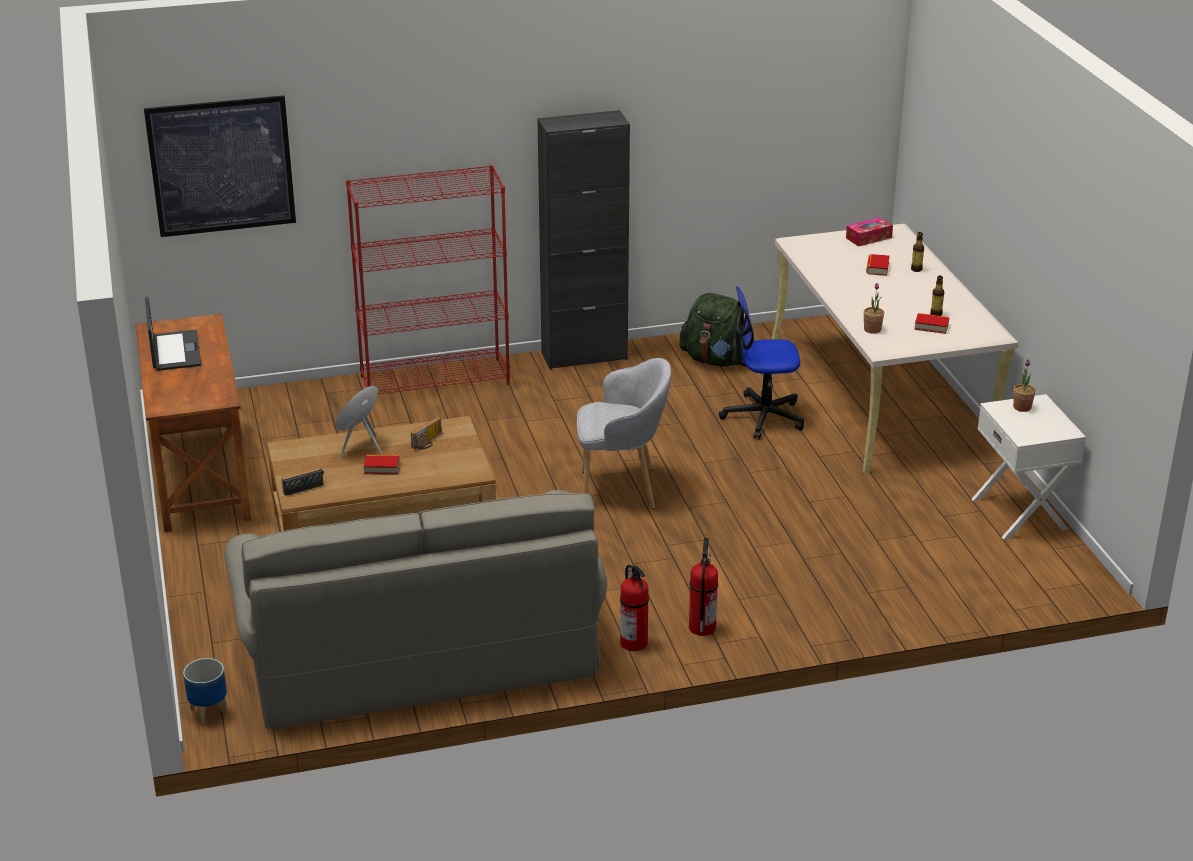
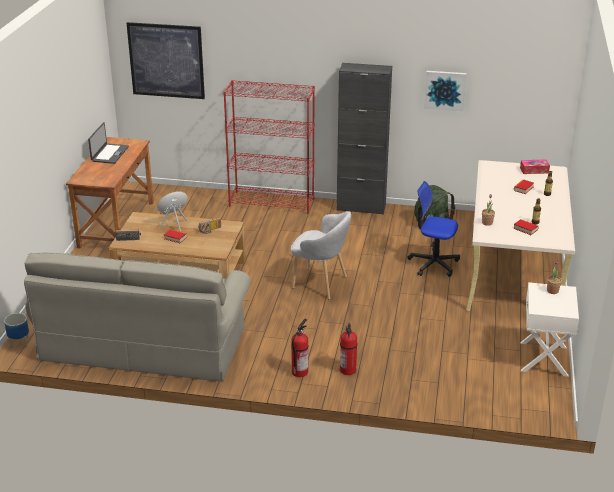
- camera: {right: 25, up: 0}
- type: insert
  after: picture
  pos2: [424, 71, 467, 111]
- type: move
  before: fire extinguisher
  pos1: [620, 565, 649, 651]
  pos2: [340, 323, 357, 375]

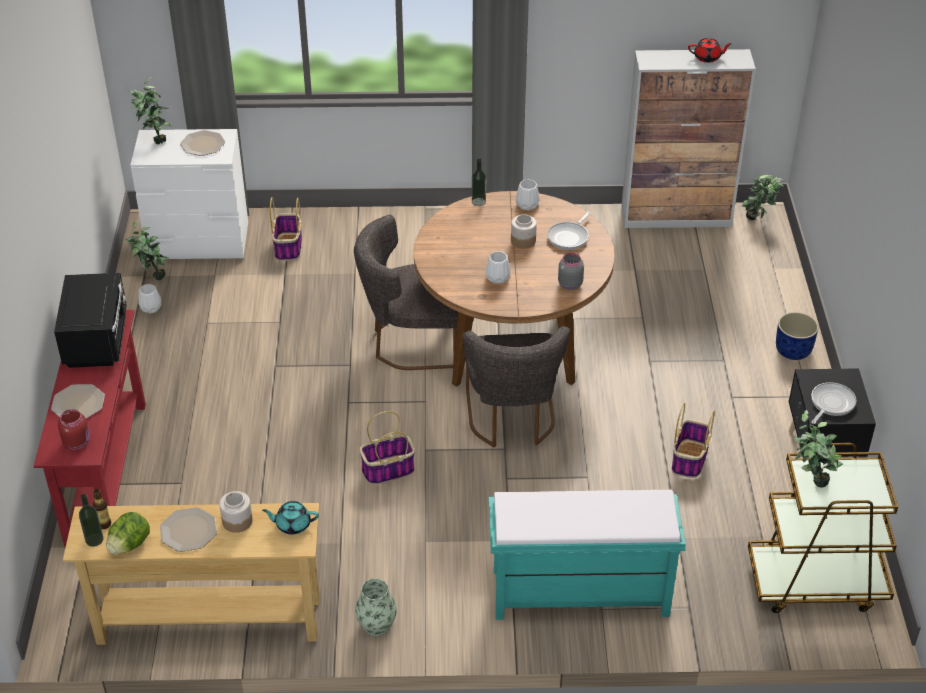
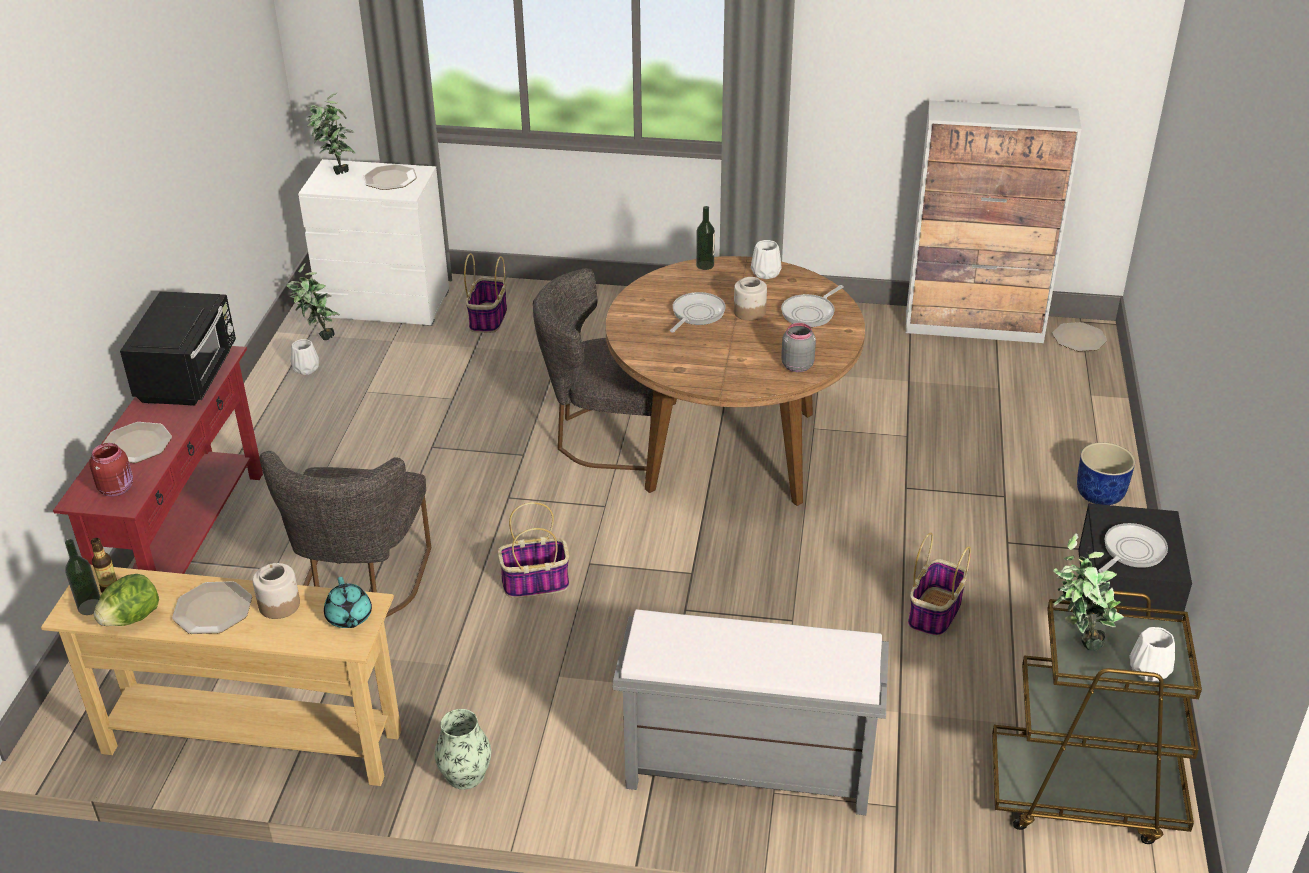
- camera: {right: 10, up: -5}
- type: delete
  before: red teapot
  pos1: [688, 38, 732, 63]
- type: insert
  after: frying pan
  pos2: [670, 292, 726, 333]
- type: move
  before: grey chair
  pos1: [463, 326, 570, 448]
  pos2: [260, 451, 431, 618]
- type: move
  before: white vase
  pos1: [486, 251, 511, 284]
  pos2: [1130, 627, 1175, 682]
- type: replace
  before: potted plant
  after: plate
  pos1: [742, 174, 784, 220]
  pos2: [1053, 322, 1107, 351]
- type: recolor
  before: turquoise bench
  after: grey bench
  pos1: [489, 490, 686, 620]
  pos2: [613, 609, 889, 815]
- type: rotate
  before: turquoise teapot
  pos1: [262, 501, 319, 534]
  pos2: [324, 577, 372, 628]
  turn: -120

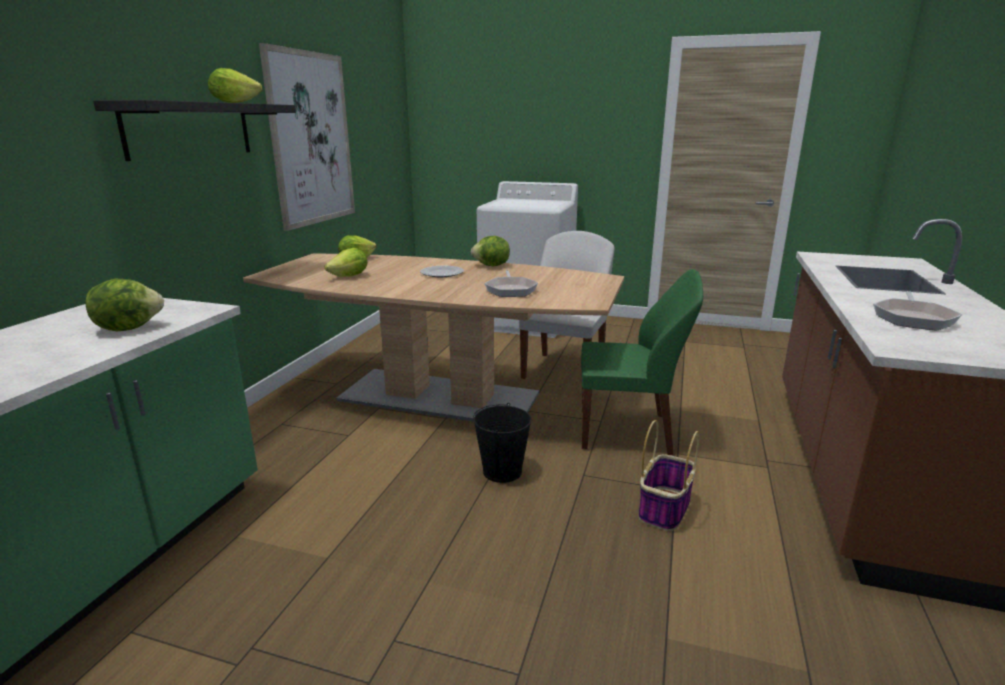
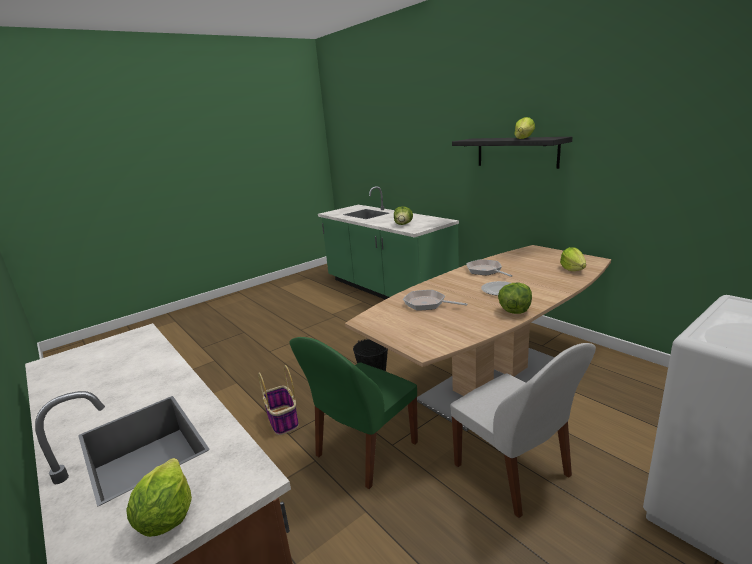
- camera: {right: 125, up: 0}
- type: delete
  before: picture
  pos1: [259, 43, 355, 231]
- type: move
  before: lettuce
  pos1: [325, 248, 367, 277]
  pos2: [126, 458, 192, 537]
- type: move
  before: frying pan
  pos1: [873, 291, 962, 331]
  pos2: [466, 259, 513, 277]

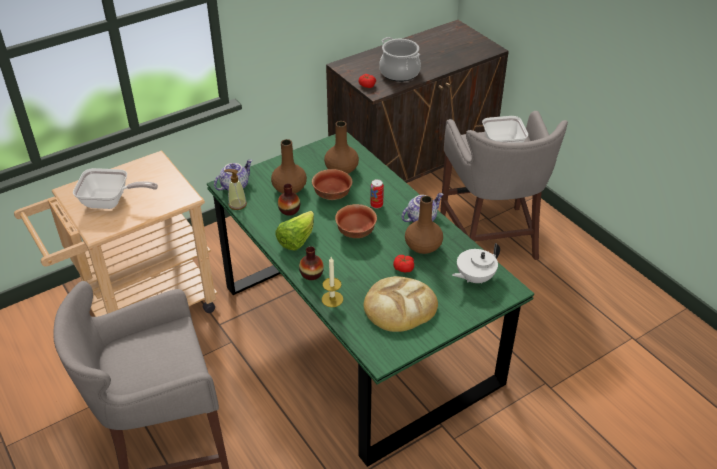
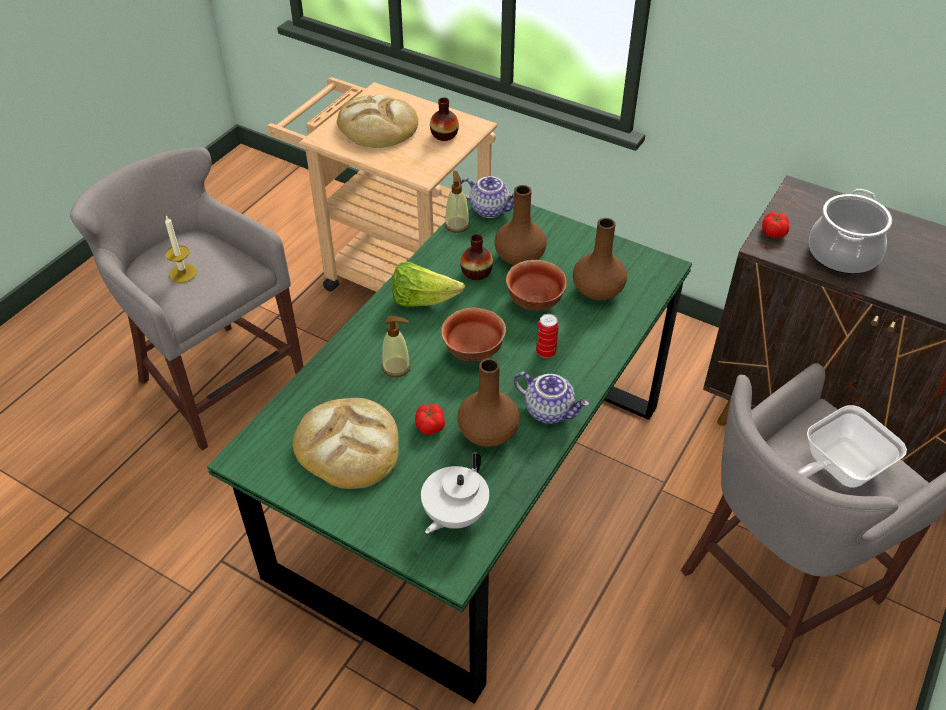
- camera: {right: 65, up: 5}
- type: insert
  after: soap dispenser
  pos2: [382, 316, 411, 377]
- type: move
  before: vase
  pos1: [299, 246, 324, 280]
  pos2: [430, 98, 459, 141]
- type: move
  before: candle
  pos1: [322, 257, 343, 307]
  pos2: [165, 215, 197, 283]
- type: replace
  before: frying pan
  after: bread
  pos1: [73, 168, 158, 209]
  pos2: [337, 95, 418, 148]
- type: rotate
  before: white teapot
  pos1: [452, 243, 500, 284]
  pos2: [421, 452, 489, 534]
  turn: -90

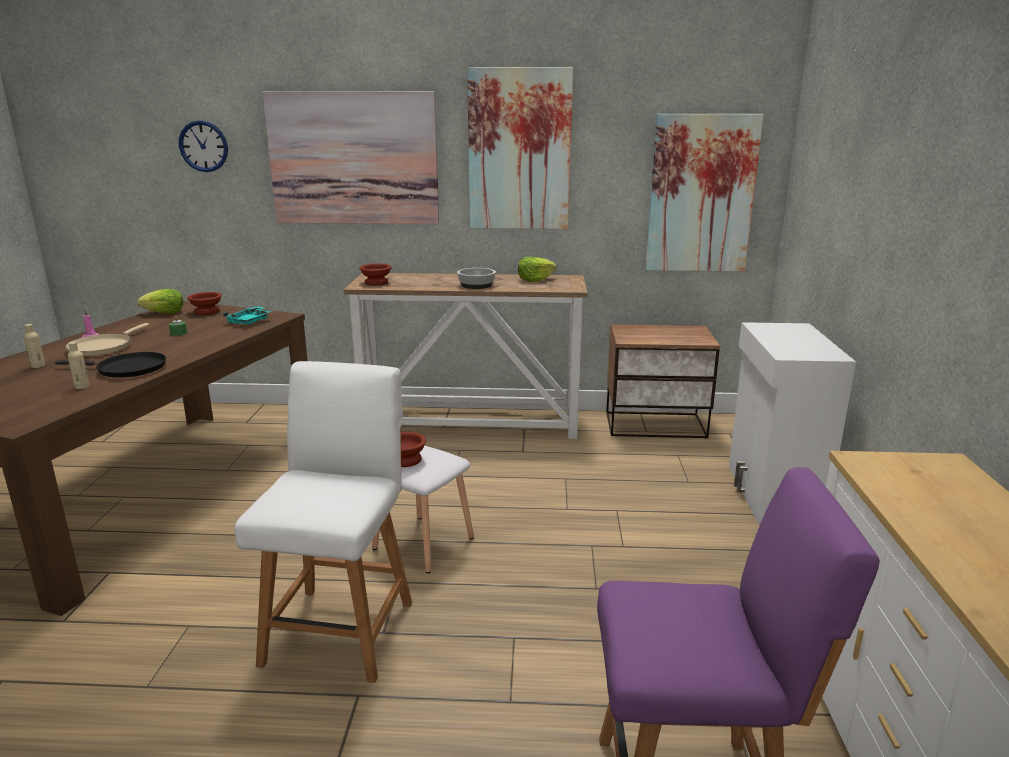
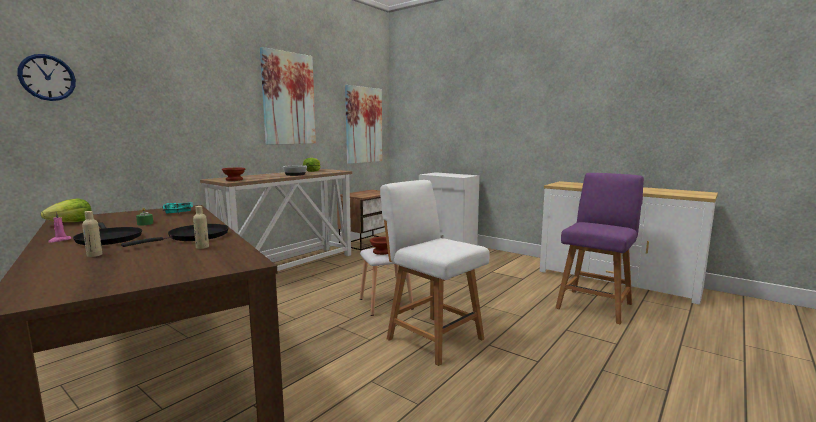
- camera: {right: -55, up: -10}
- type: delete
  before: brown bowl
  pos1: [187, 292, 222, 315]
- type: delete
  before: picture
  pos1: [262, 91, 439, 224]
- type: recolor
  before: beige frying pan
  after: black frying pan
  pos1: [65, 323, 149, 356]
  pos2: [73, 222, 142, 245]

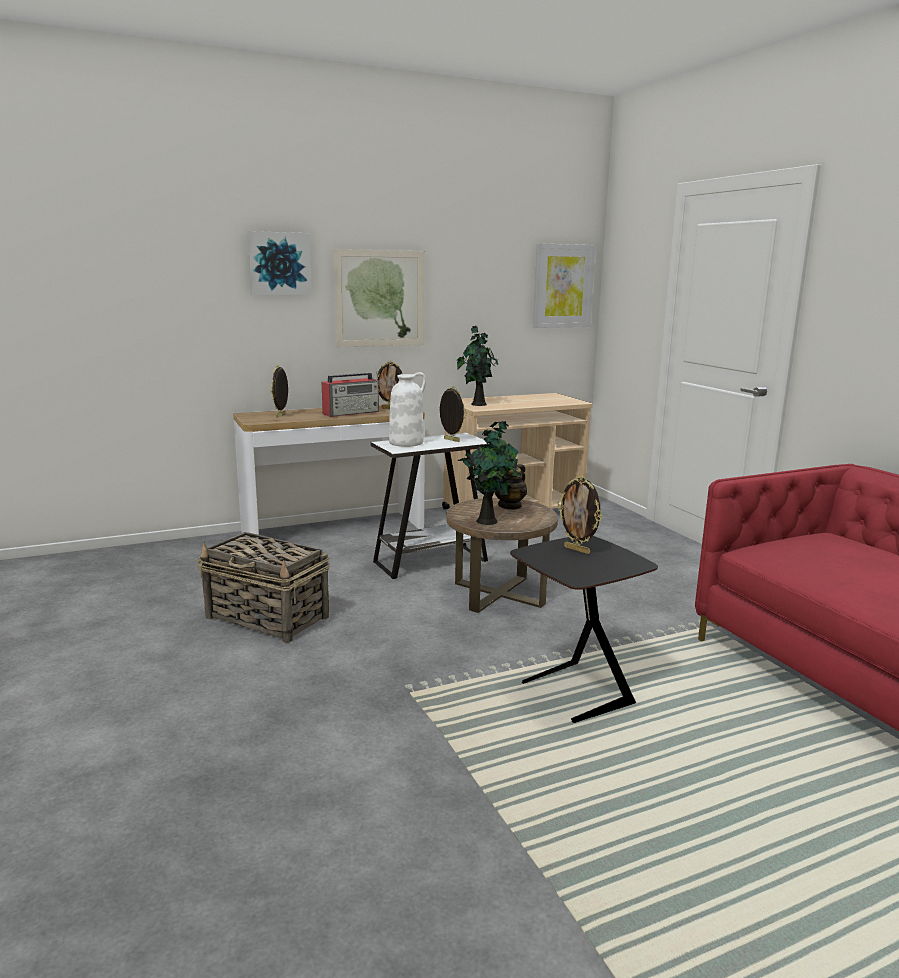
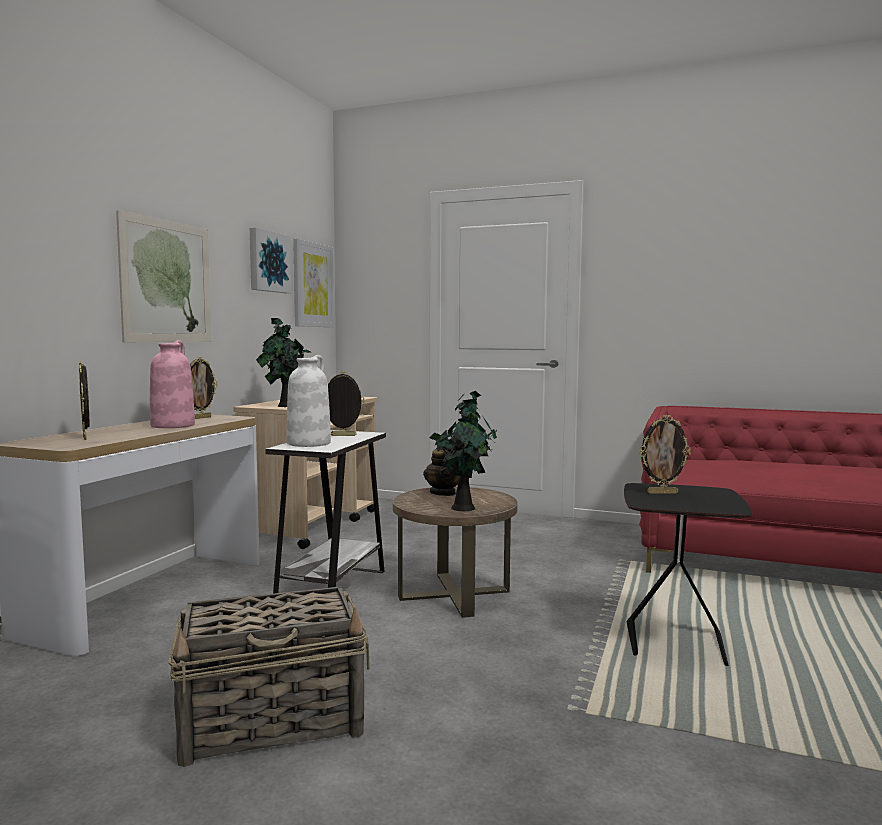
- camera: {right: -45, up: -10}
- type: move
  before: picture
  pos1: [247, 231, 312, 295]
  pos2: [250, 228, 291, 293]
- type: replace
  before: radio
  after: pink vase
  pos1: [322, 371, 379, 417]
  pos2: [150, 340, 195, 428]

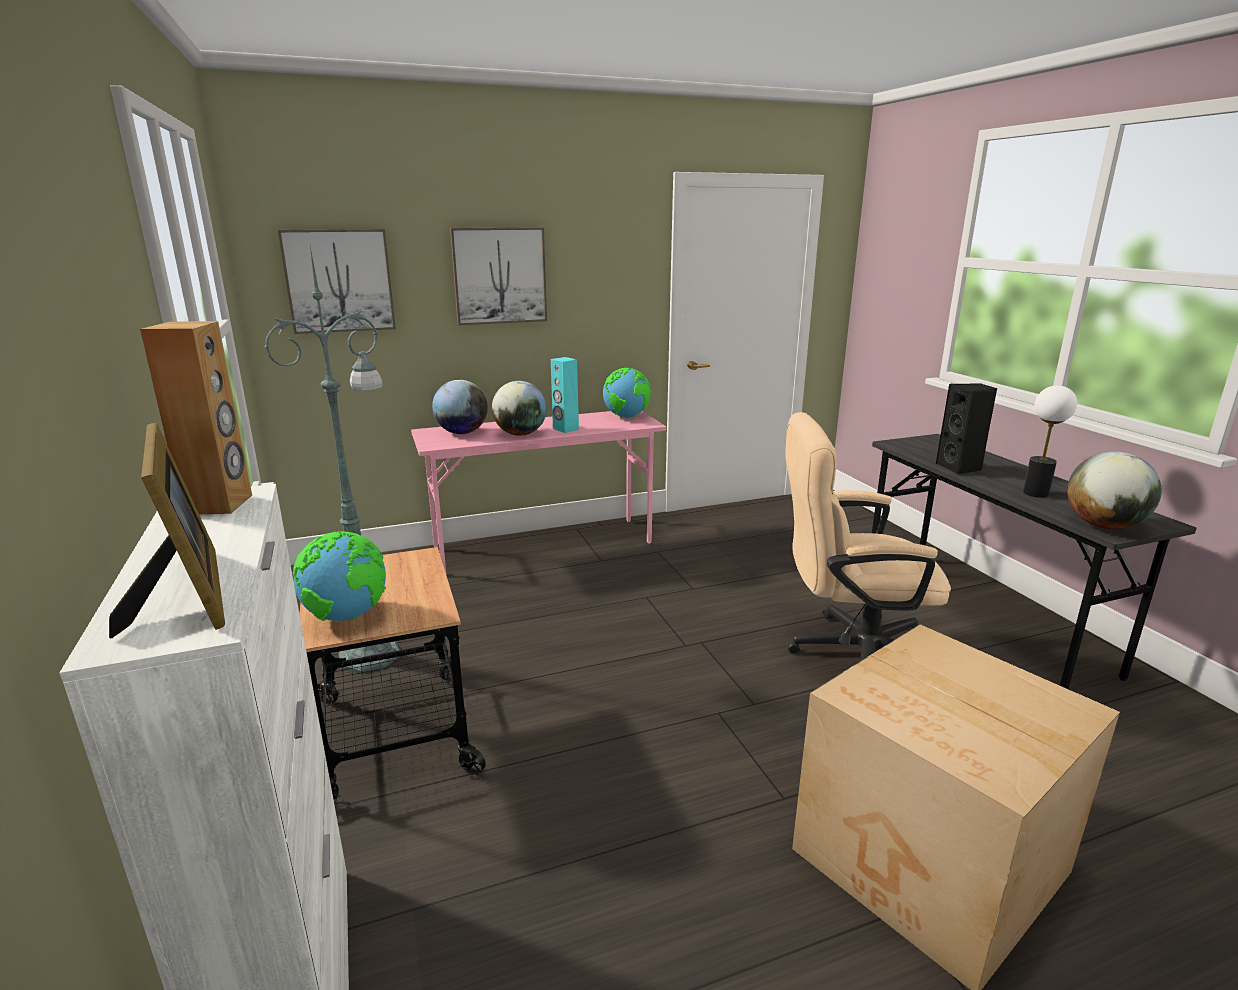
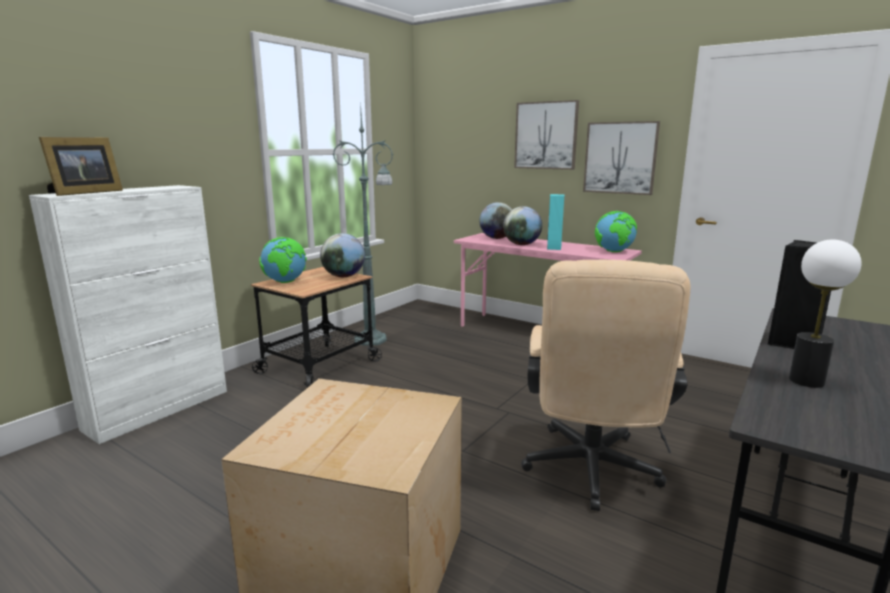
- camera: {right: 55, up: -5}
- type: delete
  before: brown speaker
  pos1: [140, 321, 252, 514]
- type: move
  before: picture
  pos1: [278, 229, 396, 334]
  pos2: [583, 121, 660, 195]
- type: move
  before: globe
  pos1: [1067, 452, 1162, 529]
  pos2: [320, 233, 365, 277]
- type: rotate
  before: beige office chair
  pos1: [785, 412, 951, 661]
  pos2: [521, 260, 691, 511]
  turn: -135

